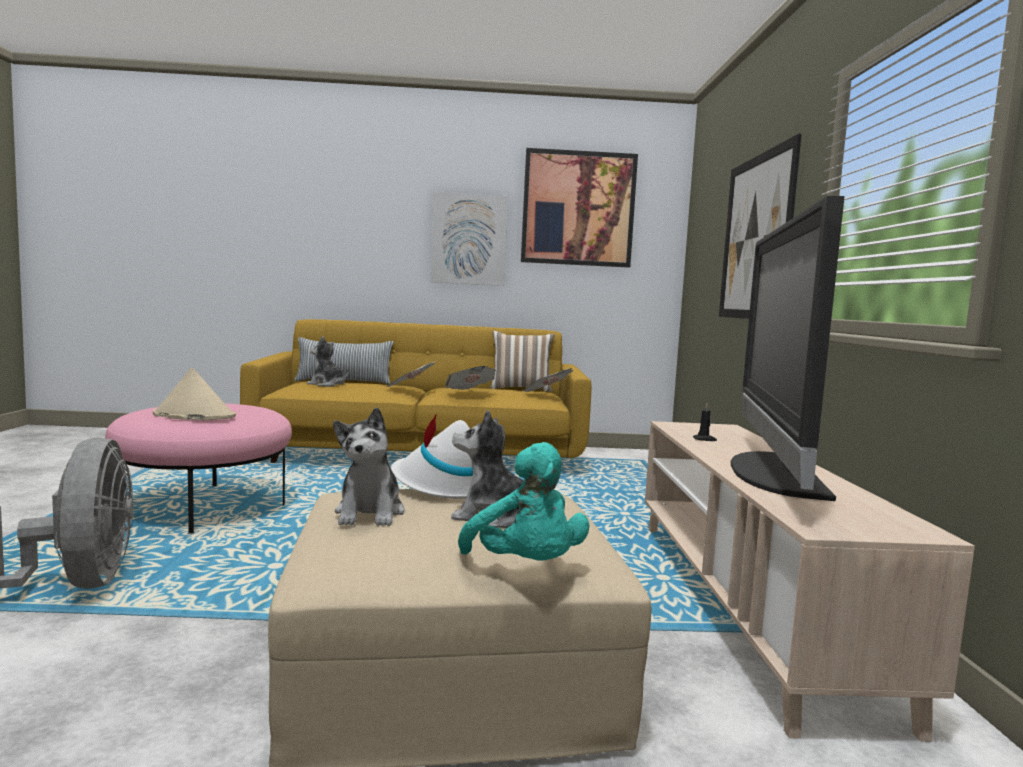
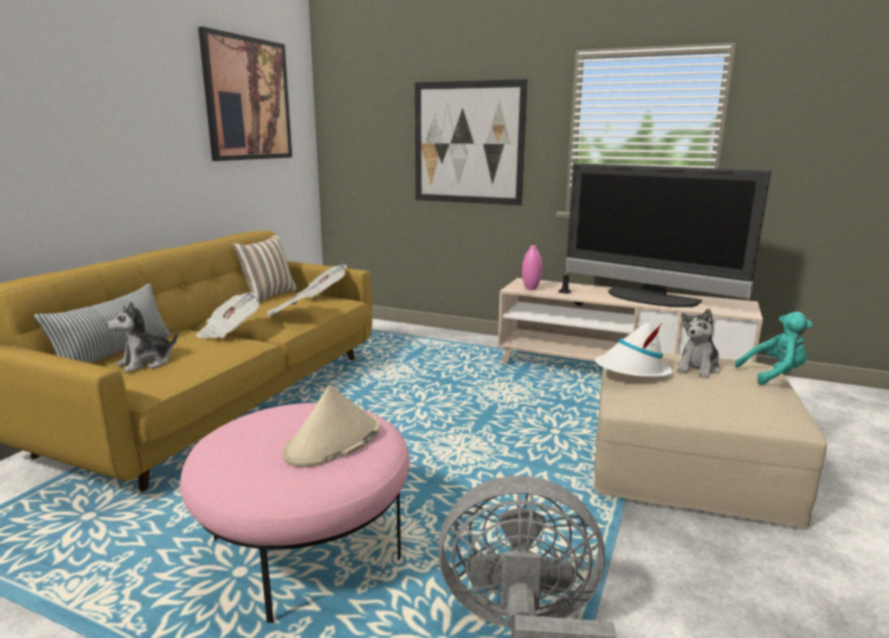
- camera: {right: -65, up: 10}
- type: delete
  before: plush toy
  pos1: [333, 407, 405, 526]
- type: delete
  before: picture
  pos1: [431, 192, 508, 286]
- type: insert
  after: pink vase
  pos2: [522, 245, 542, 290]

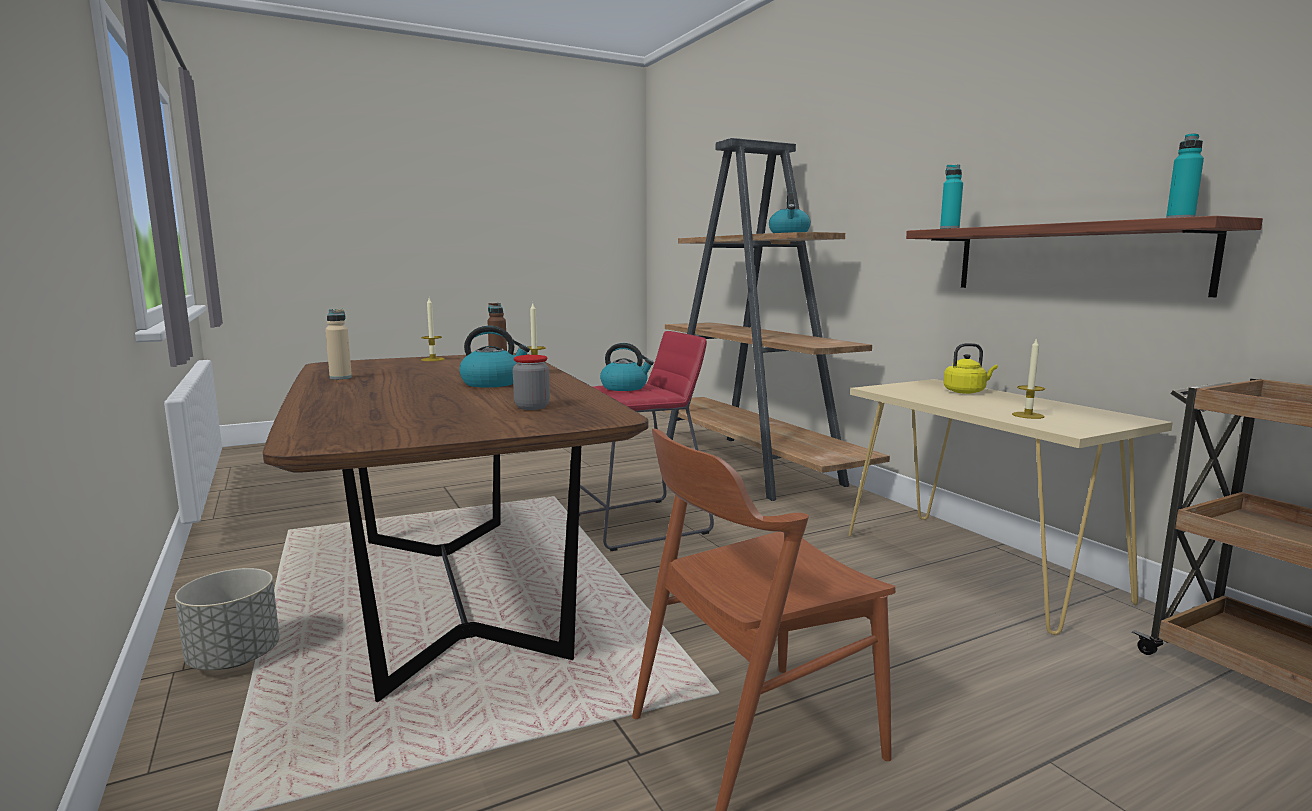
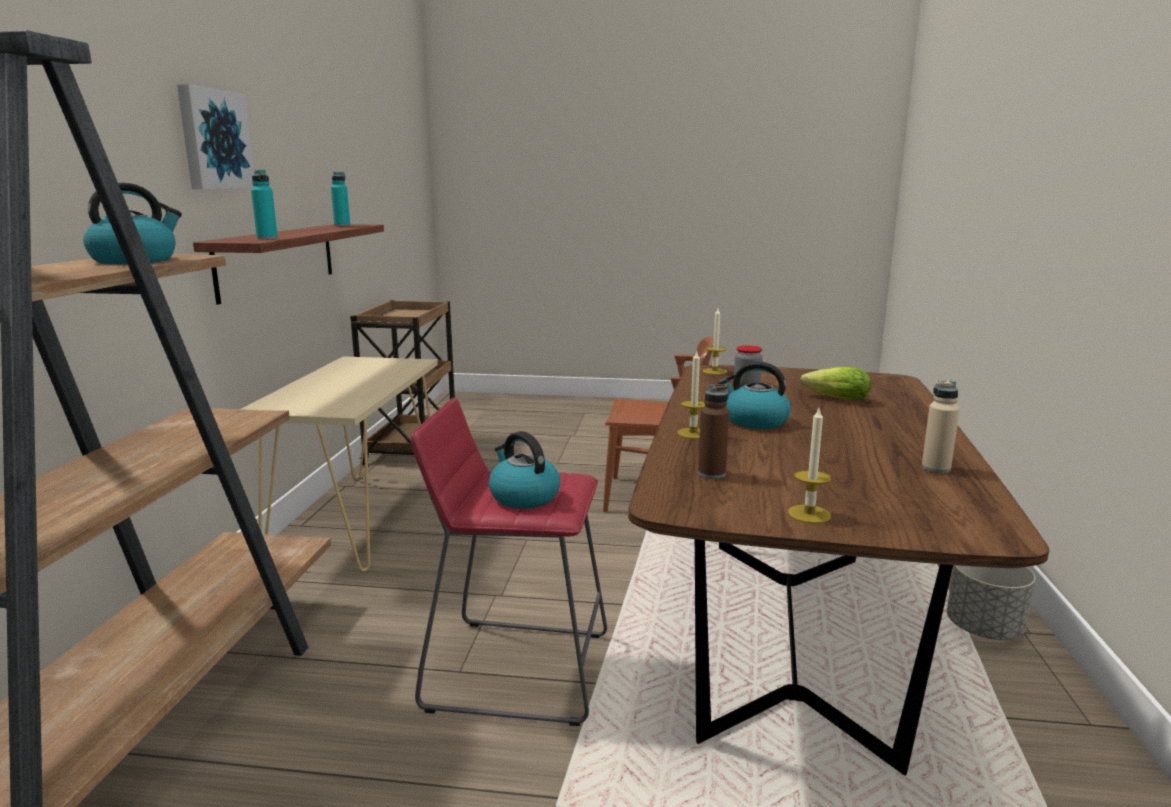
- camera: {right: -145, up: 5}
- type: delete
  before: yellow kettle
  pos1: [943, 343, 998, 394]
- type: insert
  after: picture
  pos2: [177, 84, 254, 189]
- type: insert
  after: lettuce
  pos2: [801, 367, 871, 400]
- type: move
  before: candle
  pos1: [1012, 338, 1045, 419]
  pos2: [703, 308, 727, 375]

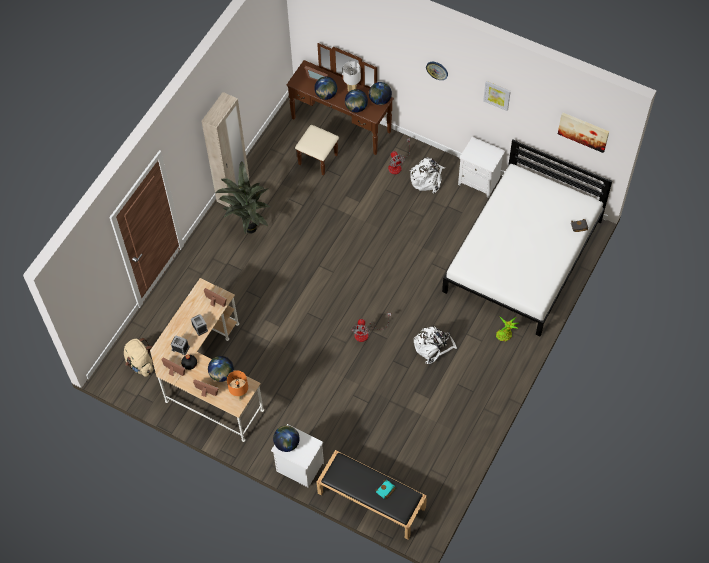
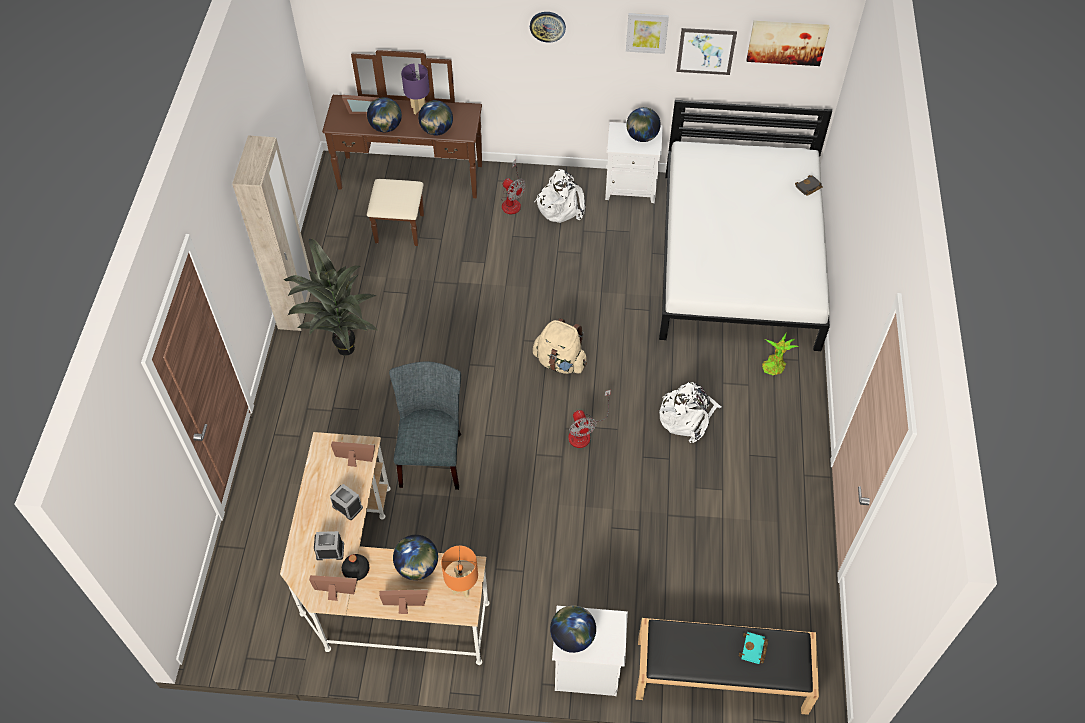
- camera: {right: -25, up: -5}
- type: insert
  after: grey chair
  pos2: [389, 361, 461, 490]
- type: insert
  after: picture
  pos2: [676, 28, 737, 75]
- type: move
  before: beige backpack
  pos1: [124, 338, 153, 377]
  pos2: [533, 318, 587, 374]
- type: move
  before: globe
  pos1: [369, 82, 392, 105]
  pos2: [626, 107, 661, 142]
- type: recolor
  before: white table lamp
  after: purple table lamp
  pos1: [343, 61, 361, 92]
  pos2: [401, 64, 430, 114]

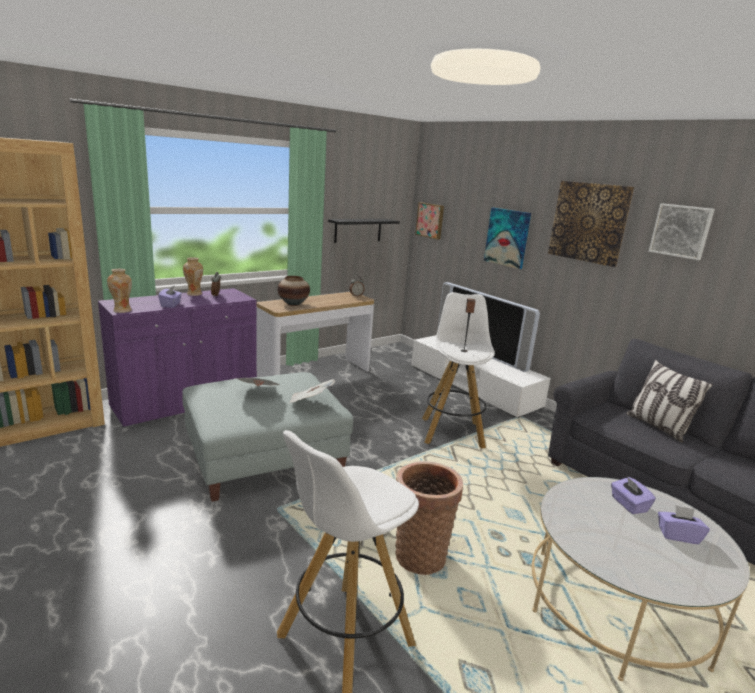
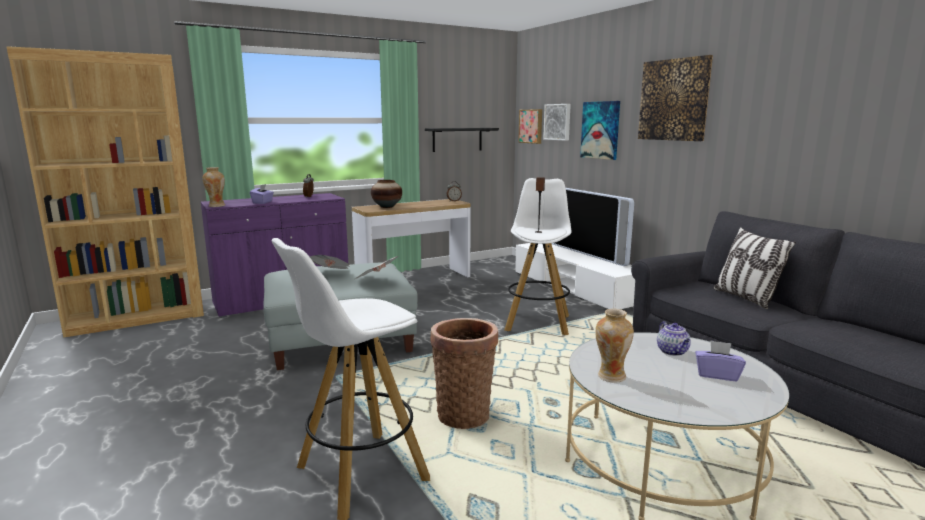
- camera: {right: 10, up: -5}
- type: move
  before: vase
  pos1: [183, 257, 203, 296]
  pos2: [595, 309, 634, 383]
- type: move
  before: picture
  pos1: [649, 203, 715, 260]
  pos2: [543, 104, 571, 141]
- type: replace
  before: purple tissue box
  after: teapot
  pos1: [611, 476, 656, 514]
  pos2: [657, 321, 691, 356]

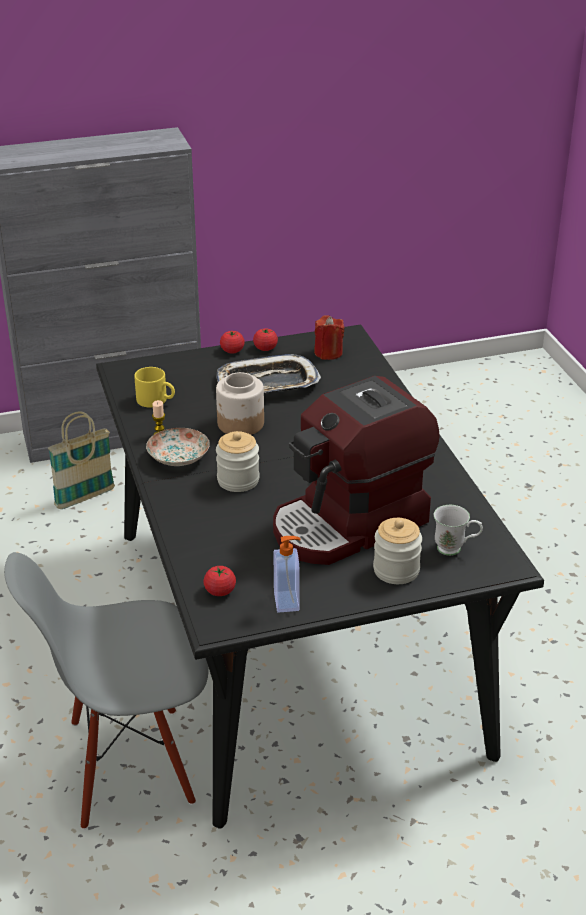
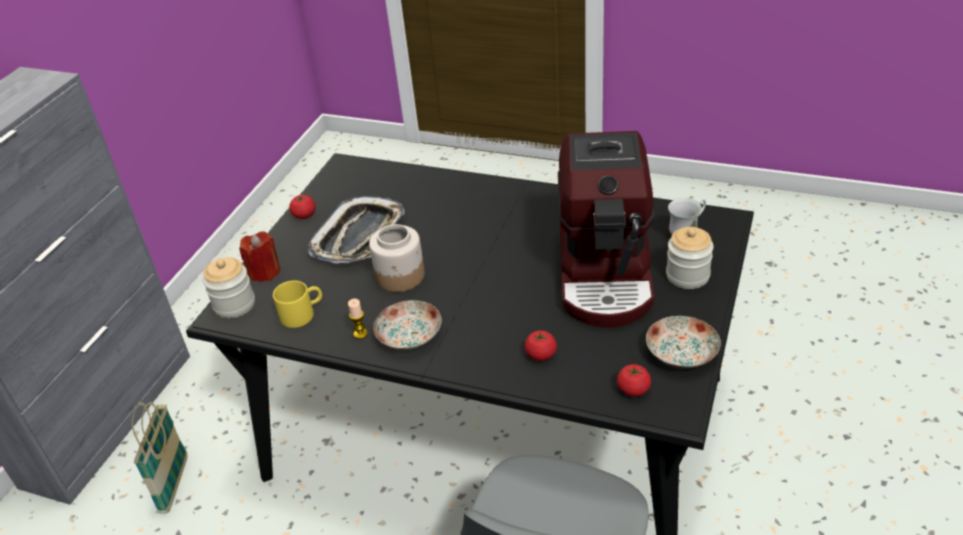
- camera: {right: -50, up: 5}
- type: move
  before: jar
  pos1: [216, 431, 259, 492]
  pos2: [203, 257, 255, 318]
- type: move
  before: tomato
  pos1: [220, 331, 245, 354]
  pos2: [525, 330, 557, 361]
- type: move
  before: red candle
  pos1: [314, 315, 344, 360]
  pos2: [239, 231, 280, 282]
- type: replace
  before: soap dispenser
  after: plate
  pos1: [274, 536, 301, 613]
  pos2: [646, 316, 721, 368]

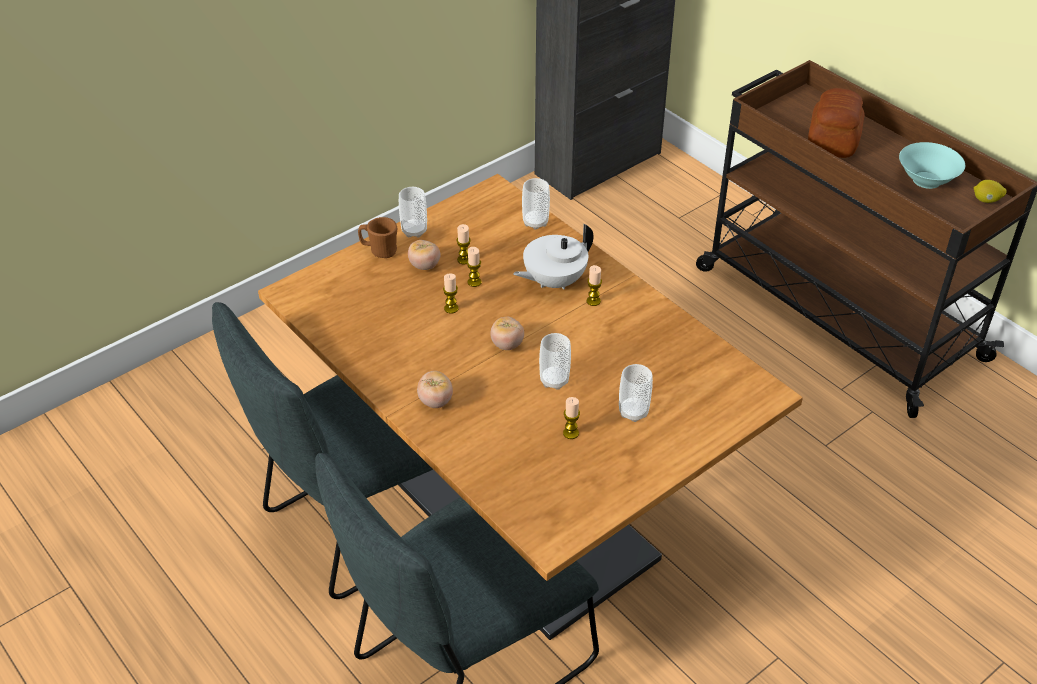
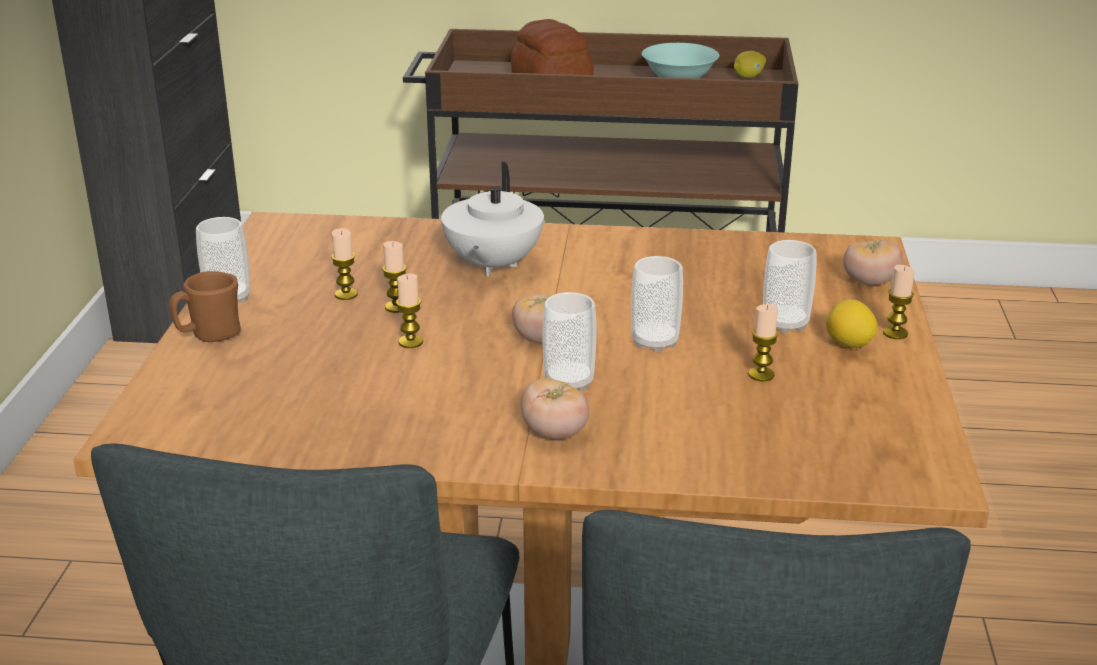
- camera: {right: -45, up: -15}
- type: insert
  after: lemon
  pos2: [826, 299, 878, 348]
- type: move
  before: tomato
  pos1: [408, 240, 441, 270]
  pos2: [843, 240, 903, 285]
- type: move
  before: cup
  pos1: [522, 178, 550, 230]
  pos2: [542, 292, 596, 391]
- type: move
  before: candle
  pos1: [587, 265, 602, 306]
  pos2: [883, 265, 915, 339]

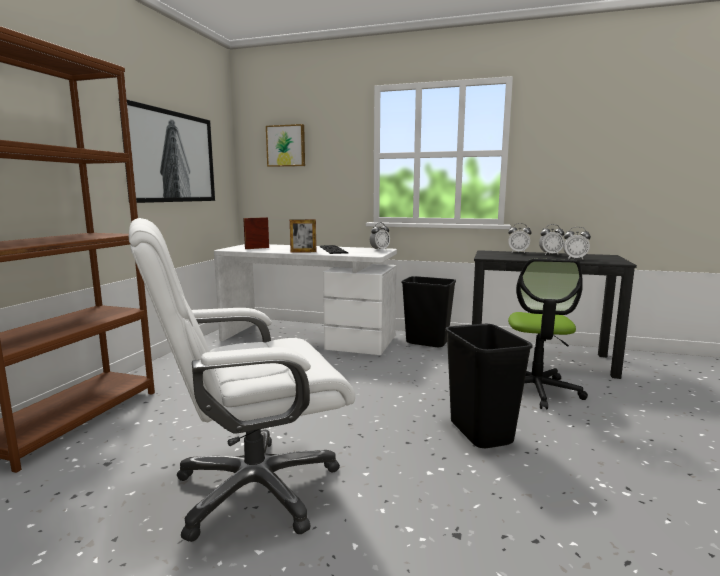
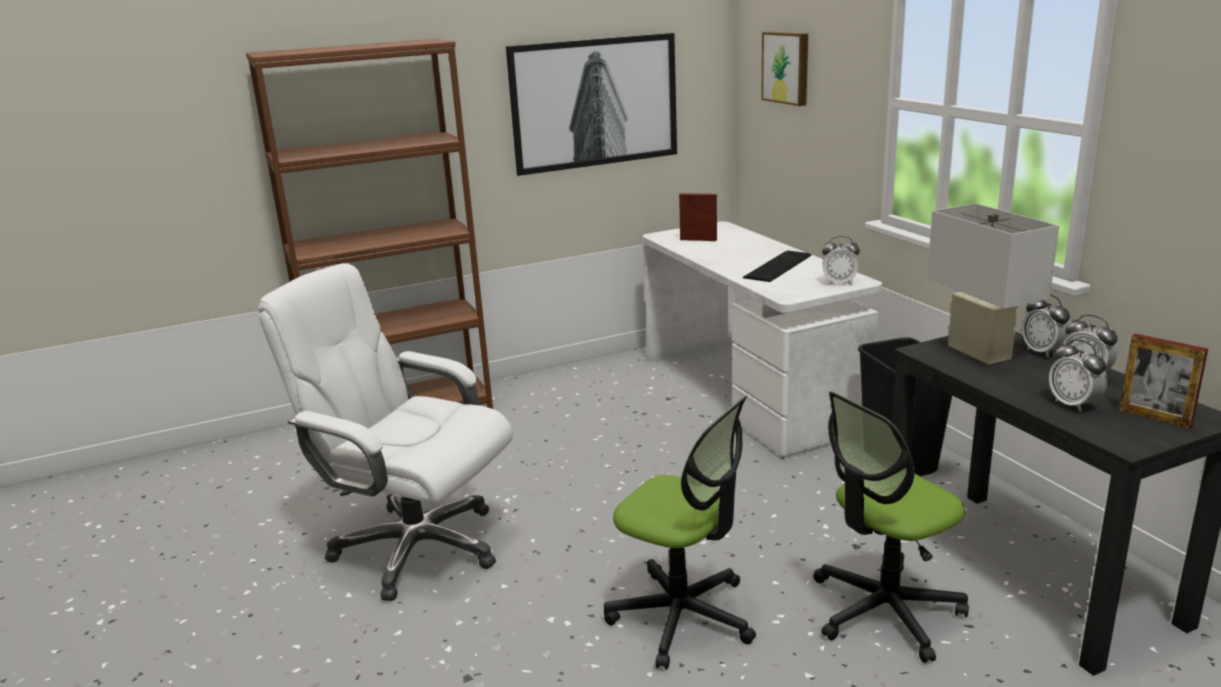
- camera: {right: 50, up: 10}
- type: insert
  after: white table lamp
  pos2: [927, 203, 1059, 365]
- type: move
  before: picture frame
  pos1: [290, 219, 316, 253]
  pos2: [1119, 334, 1208, 429]
- type: replace
  before: black trash can
  after: office chair
  pos1: [445, 324, 532, 448]
  pos2: [604, 395, 756, 669]

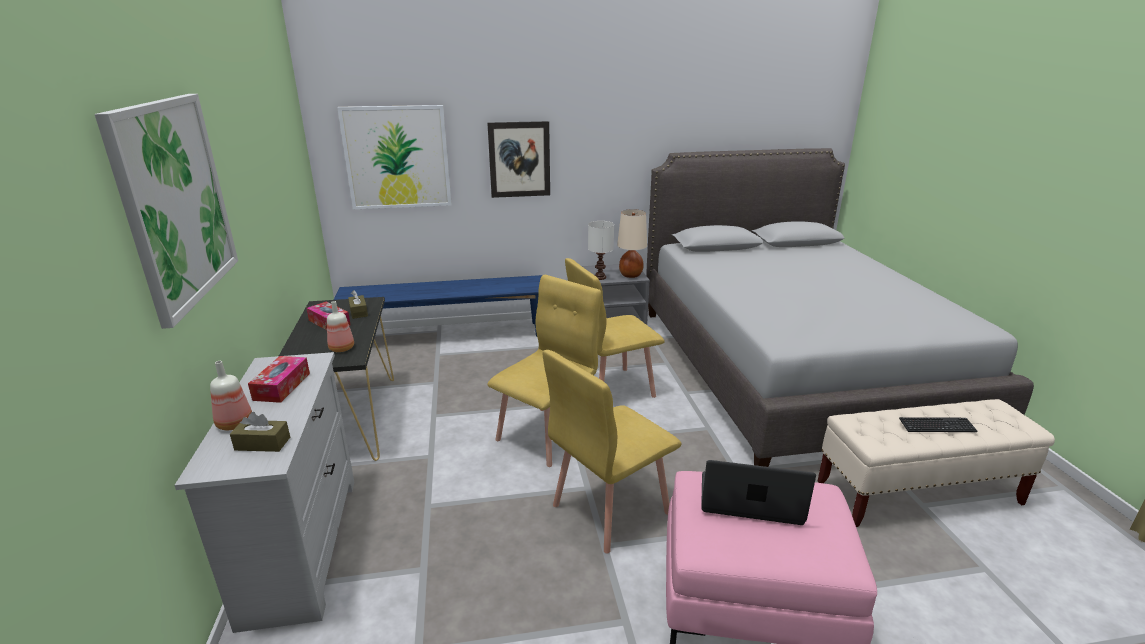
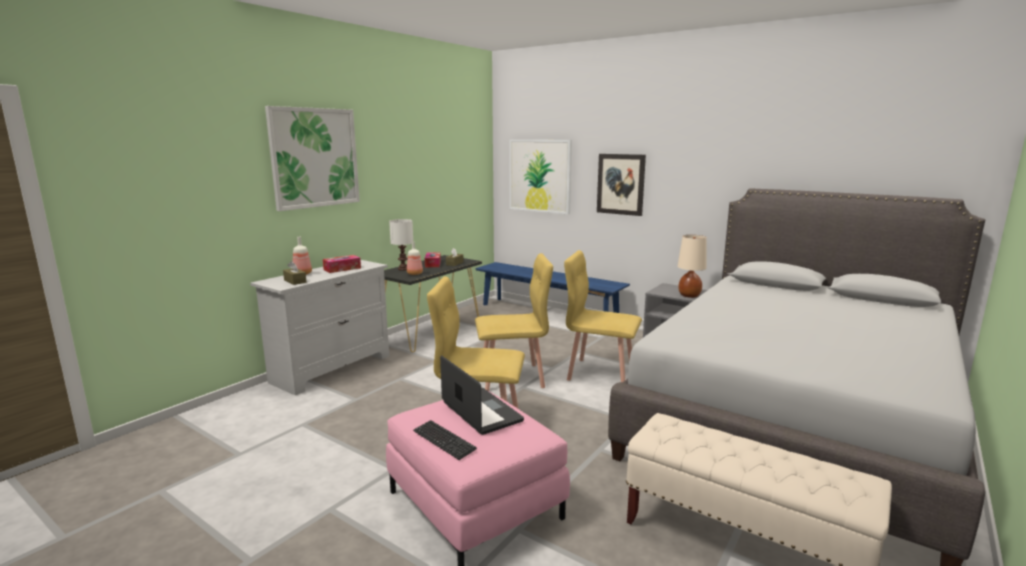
- camera: {right: 45, up: -10}
- type: move
  before: white table lamp
  pos1: [588, 221, 614, 280]
  pos2: [389, 219, 413, 270]
- type: move
  before: keyboard
  pos1: [899, 417, 977, 432]
  pos2: [413, 420, 477, 460]

